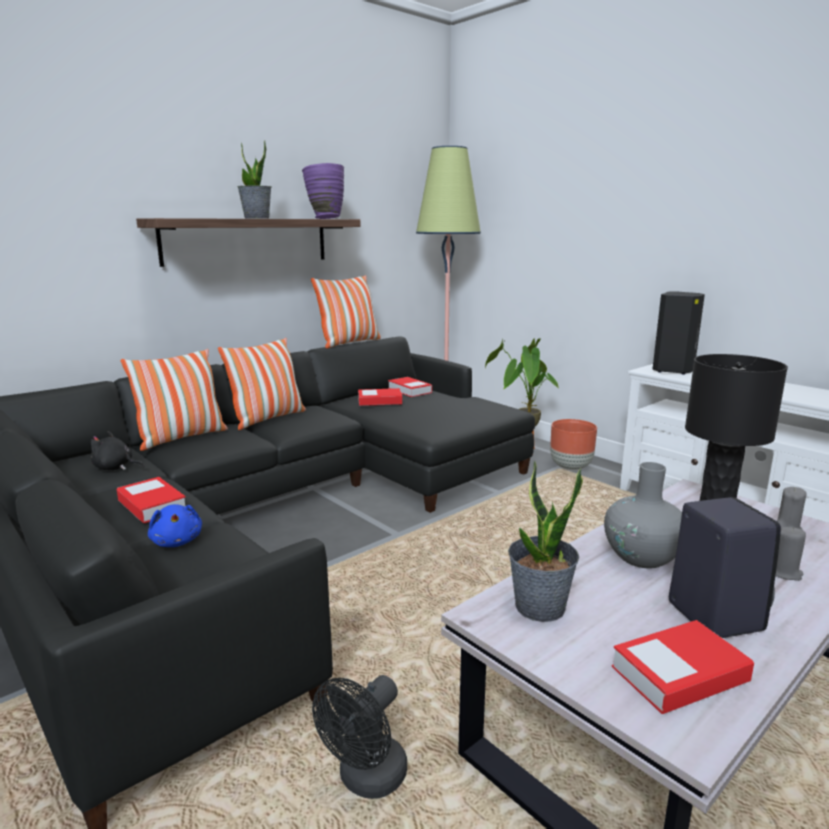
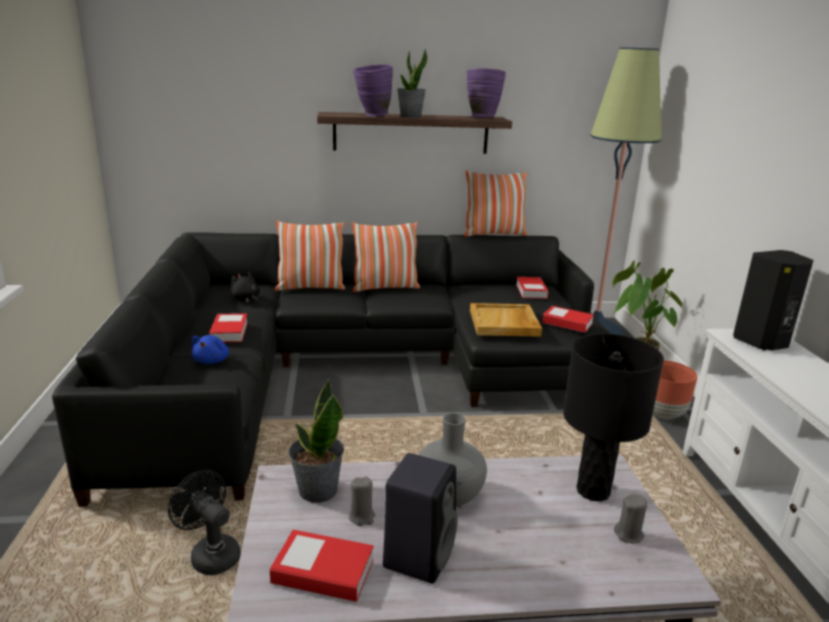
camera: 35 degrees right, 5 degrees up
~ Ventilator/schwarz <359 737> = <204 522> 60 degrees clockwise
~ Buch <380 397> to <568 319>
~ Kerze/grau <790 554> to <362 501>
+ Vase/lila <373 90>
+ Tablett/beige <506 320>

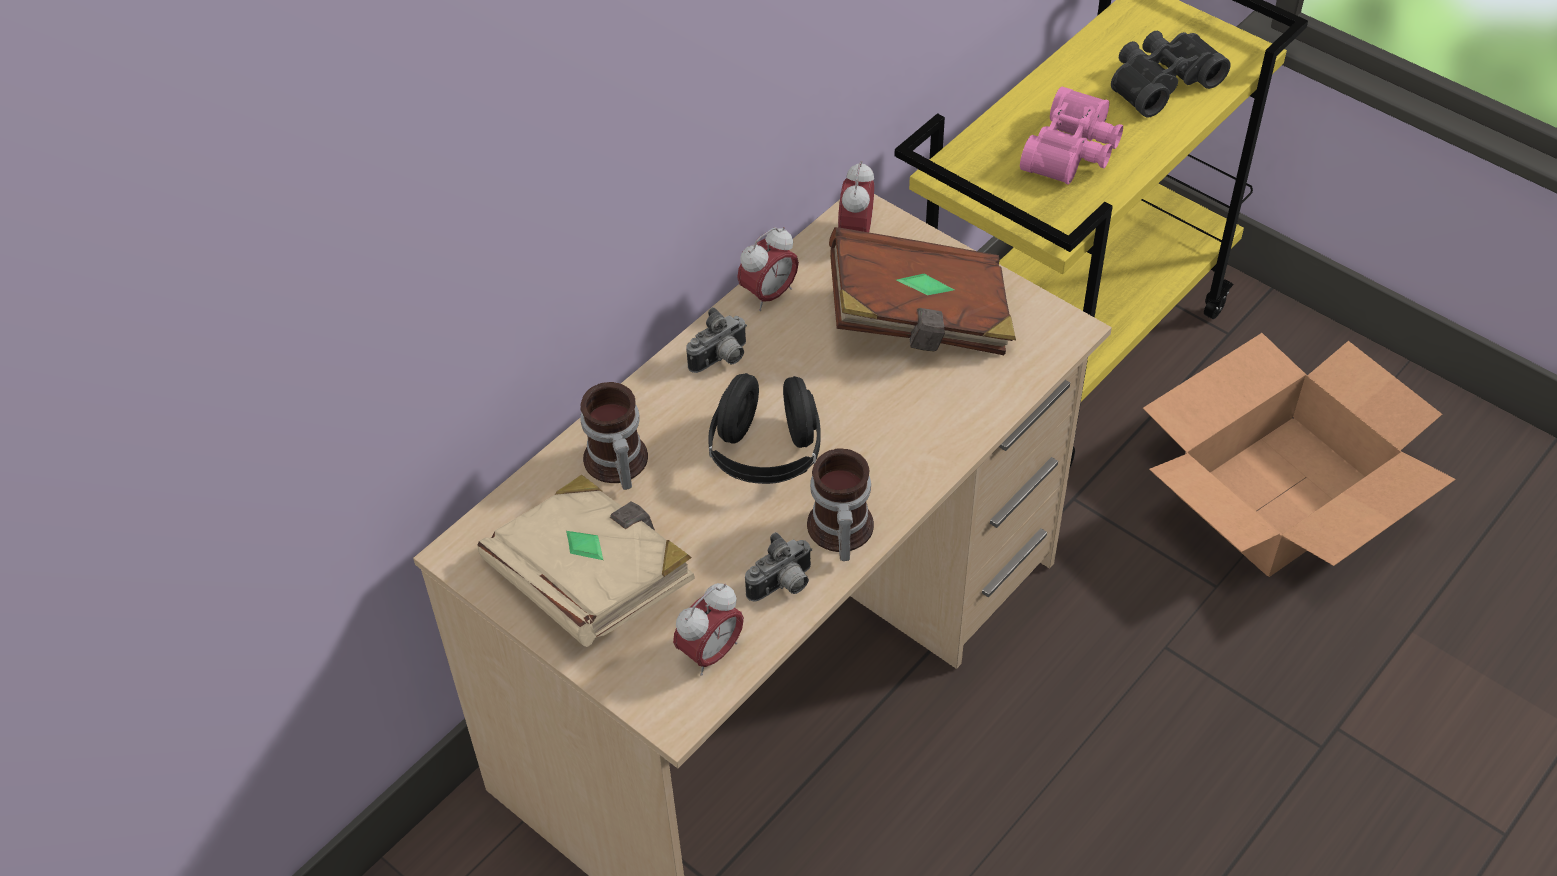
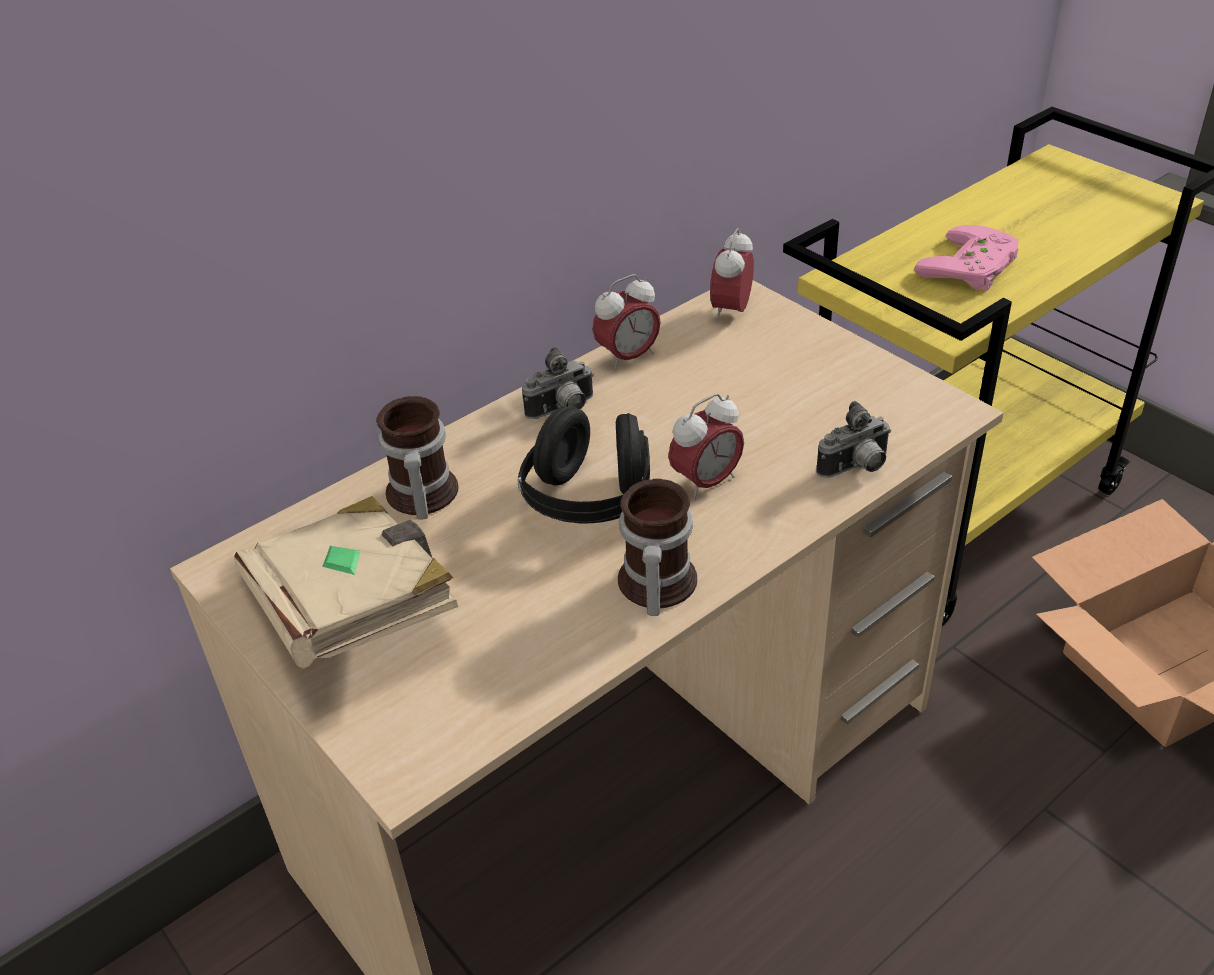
camera: 10 degrees right, 10 degrees down
~ Wecker <708 629> to <706 446>
~ Kamera <778 567> to <853 439>
- Buch/braun <922 291>
~ Fernglas/rosa <1071 136> to Gamepad/rosa <966 258>
- Fernglas/schwarz <1171 74>

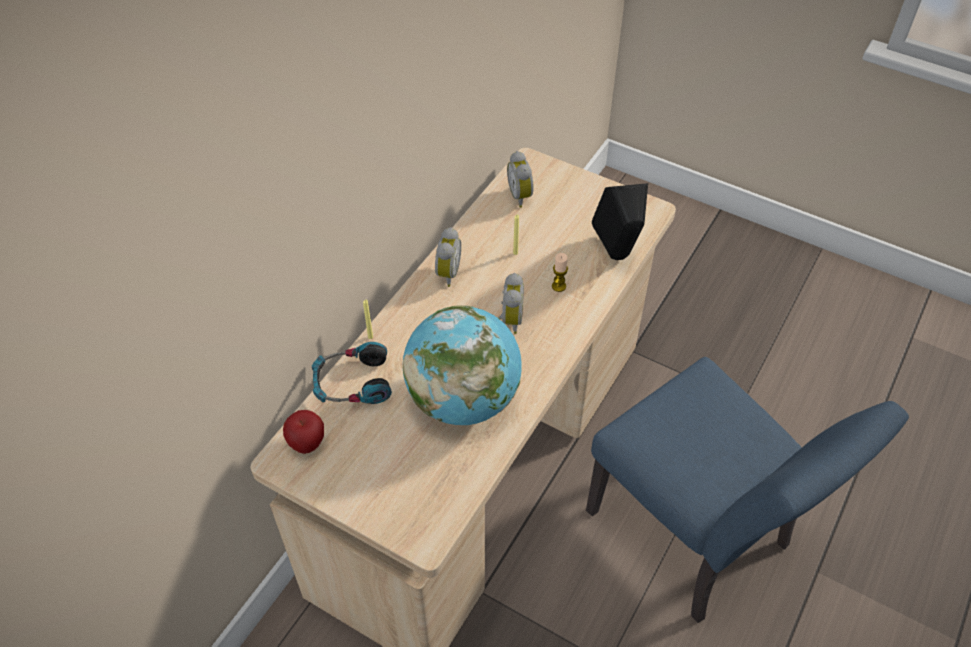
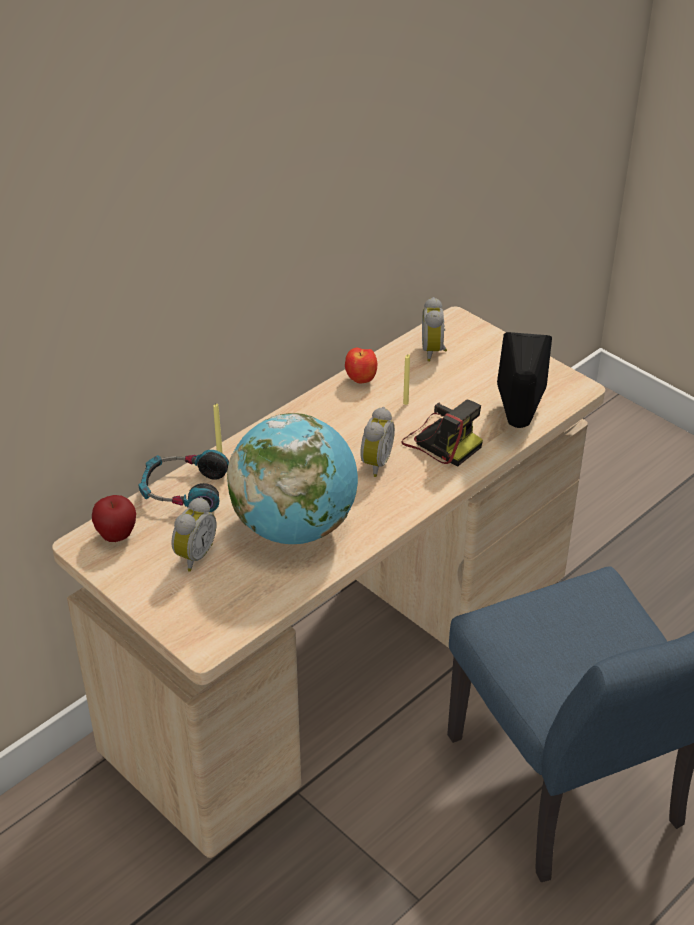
camera: 15 degrees right, 10 degrees down
~ Wecker <448 257> to <193 534>
~ Kerze <560 272> to Kamera <442 433>
+ Apfel <361 365>

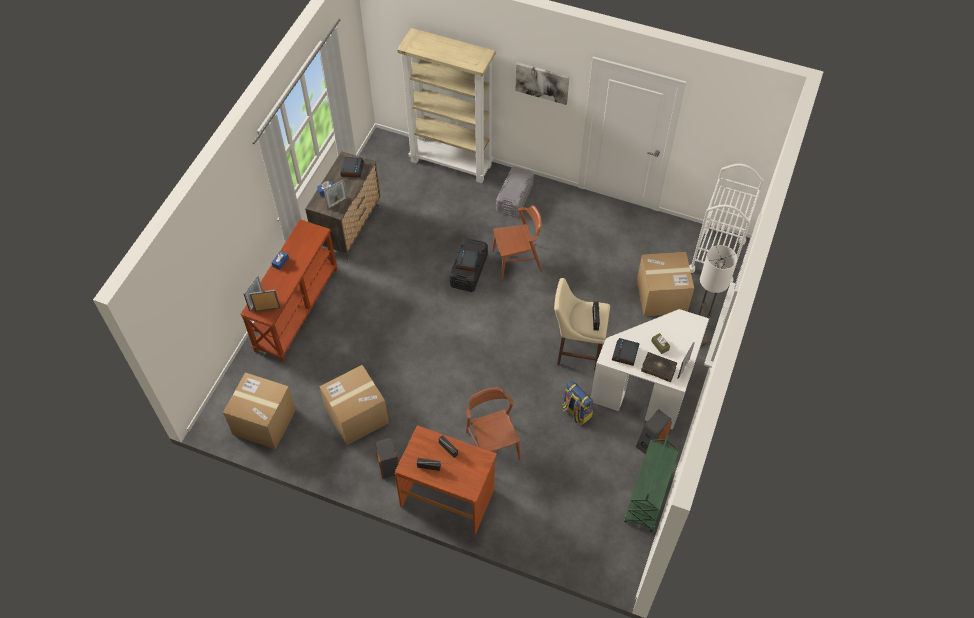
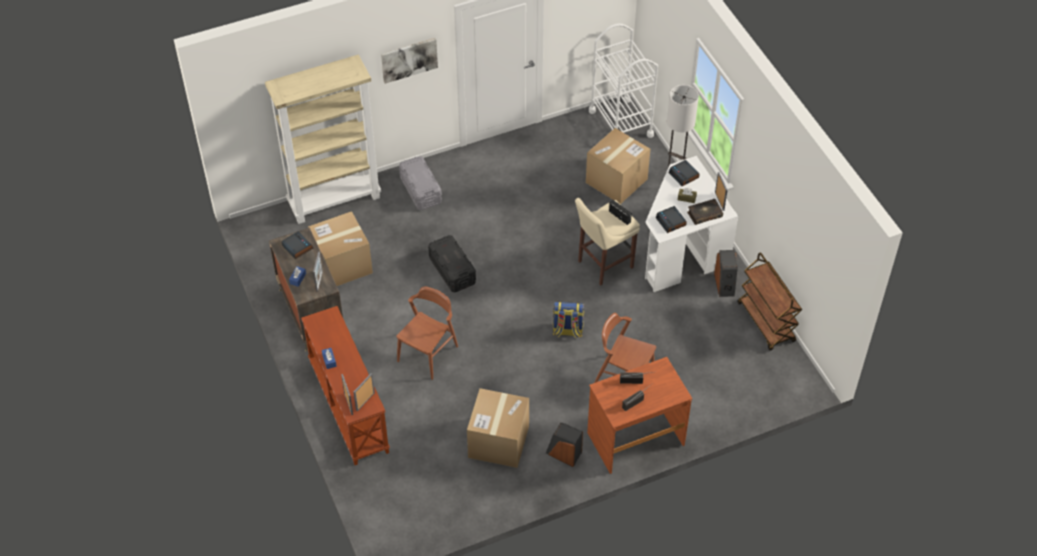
camera: 45 degrees left, 5 degrees down
~ Karton <259 410> to <340 248>
~ Wecker <467 260> to <684 173>
~ Stuhl/braun <517 242> to <427 333>
~ Rucksack <577 403> to <568 320>
~ Rollwagen/grün <651 483> to Rollwagen/braun <769 301>

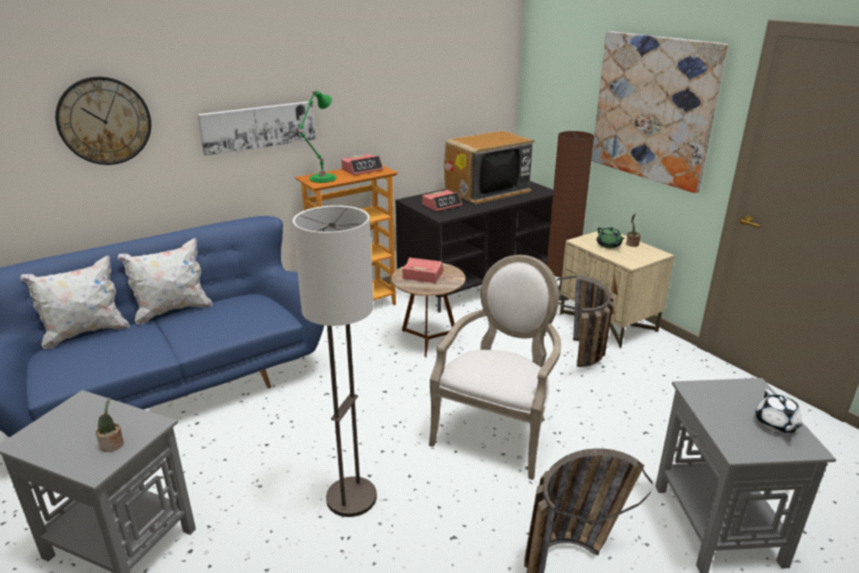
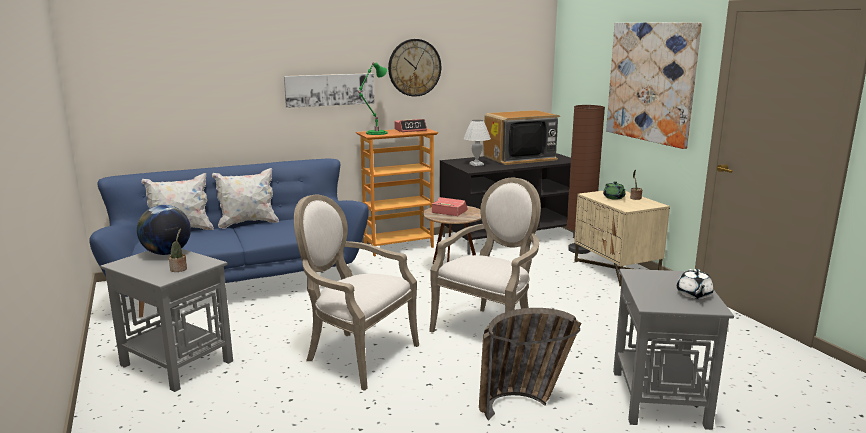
camera: 10 degrees right, 10 degrees down
~ Wanduhr <103 121> to <414 68>
~ Stehlampe <335 361> to Sessel <356 293>
~ Wecker <442 200> to Tischlampe/weiß <477 143>
- Korb <585 321>
+ Globus <164 230>

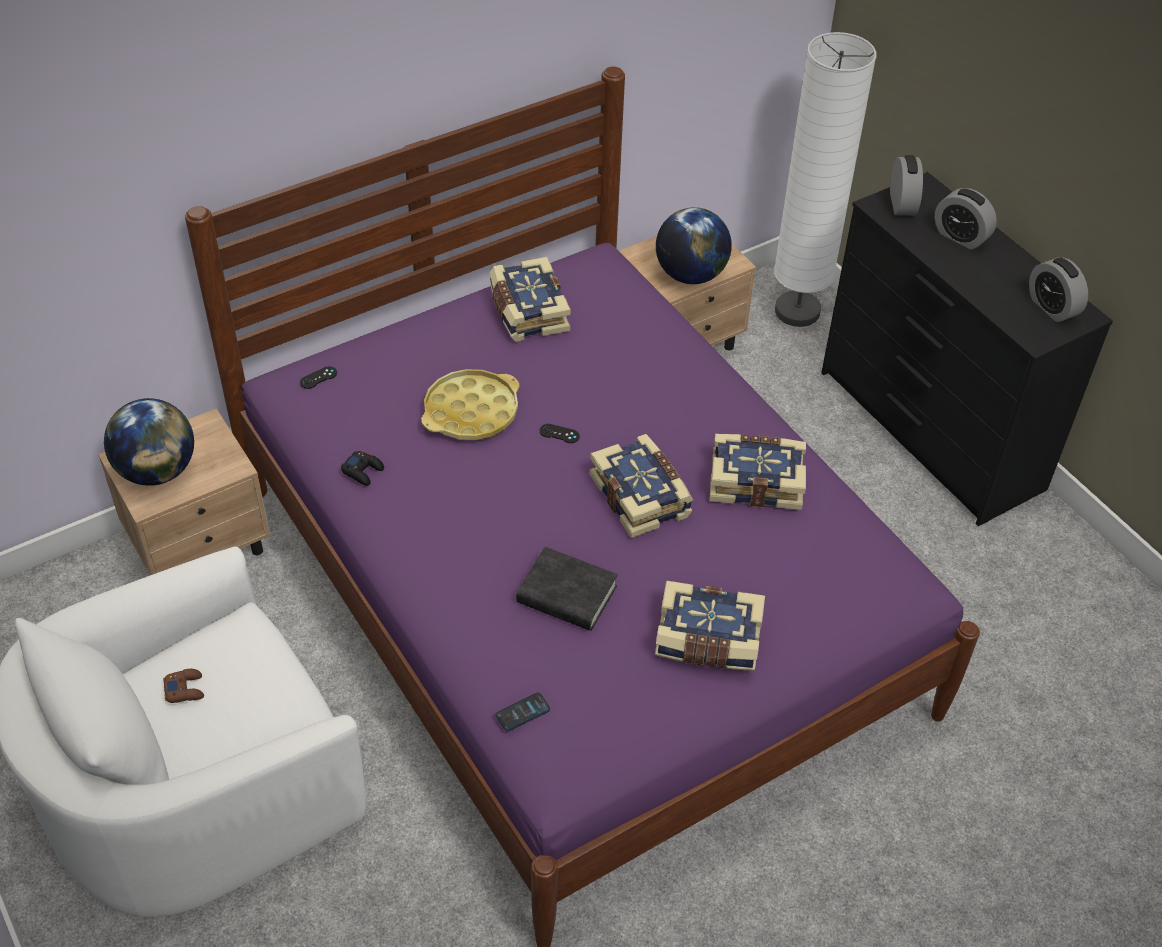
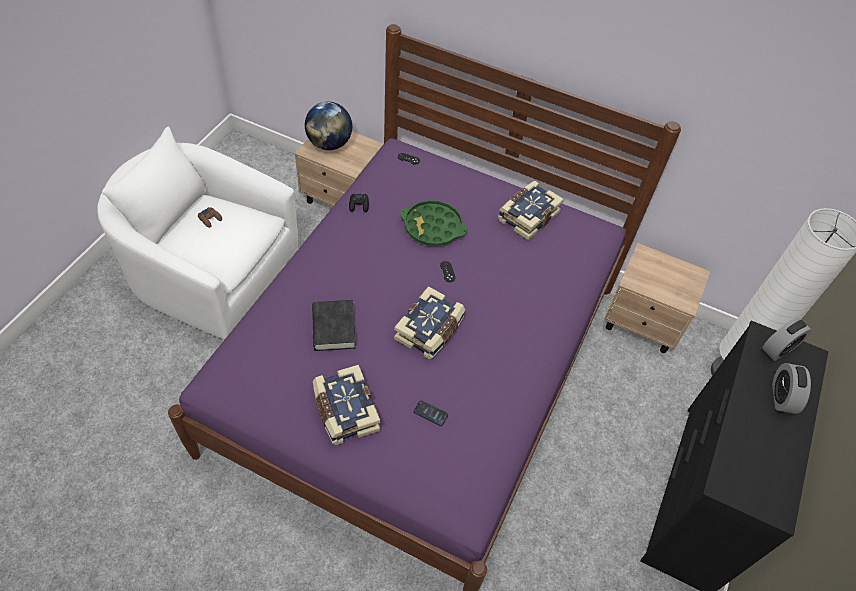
camera: 55 degrees right, 5 degrees up
~ Tablett/gelb <470 404> to Tablett/grün <433 223>
~ Handy <522 712> to <431 413>
- Globus <694 245>
- Buch <757 472>
- Wecker <1058 289>

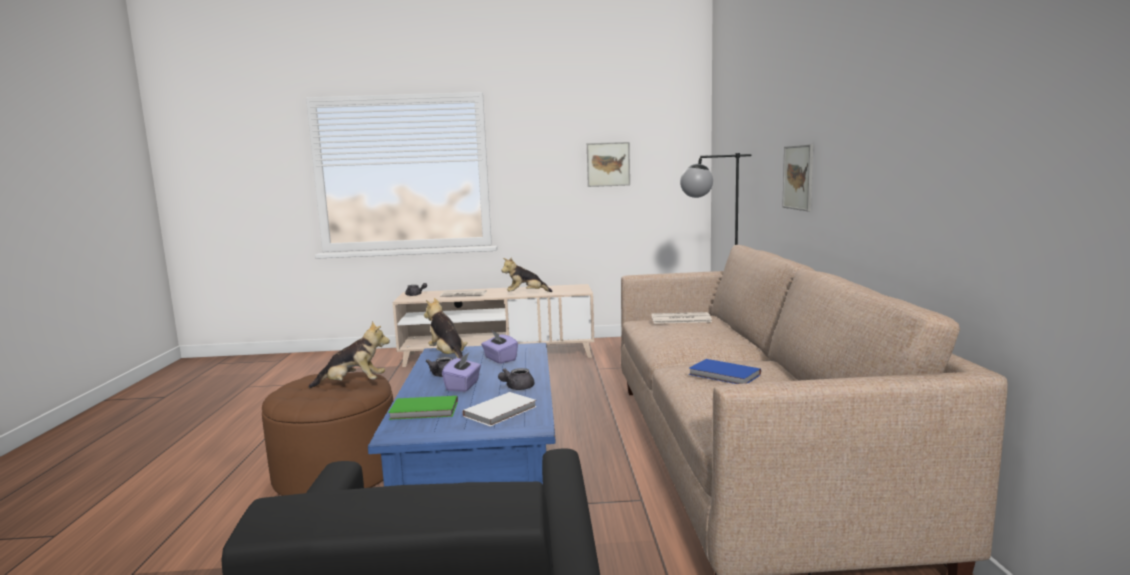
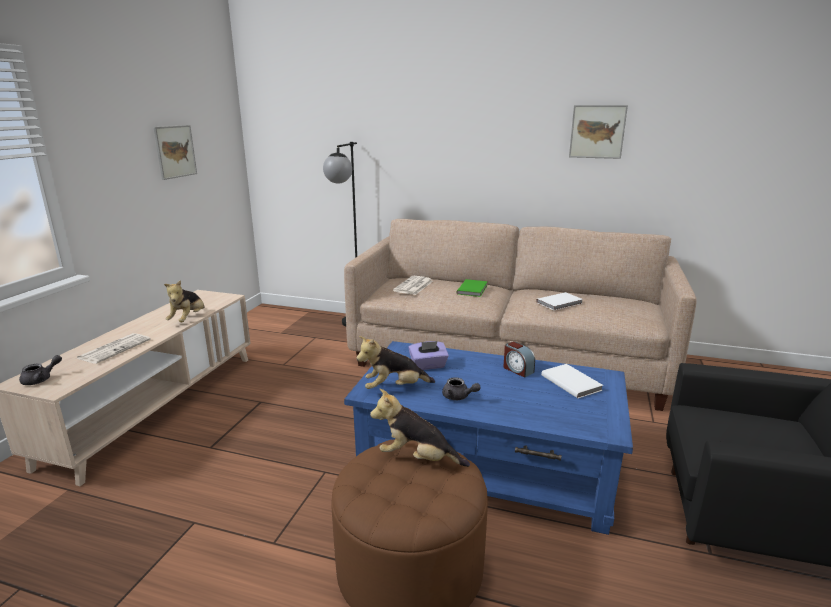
camera: 70 degrees left, 10 degrees up
~ Plüschtier <349 354> = <420 428> 90 degrees counterclockwise
~ Buch/grün <423 408> to <472 288>
- Taschentuchbox/lila <461 372>
~ Teekanne/grau <516 379> to Wecker <519 360>
~ Buch/blau <725 371> to Buch/weiß <559 301>
~ Bild <797 177> to <598 132>

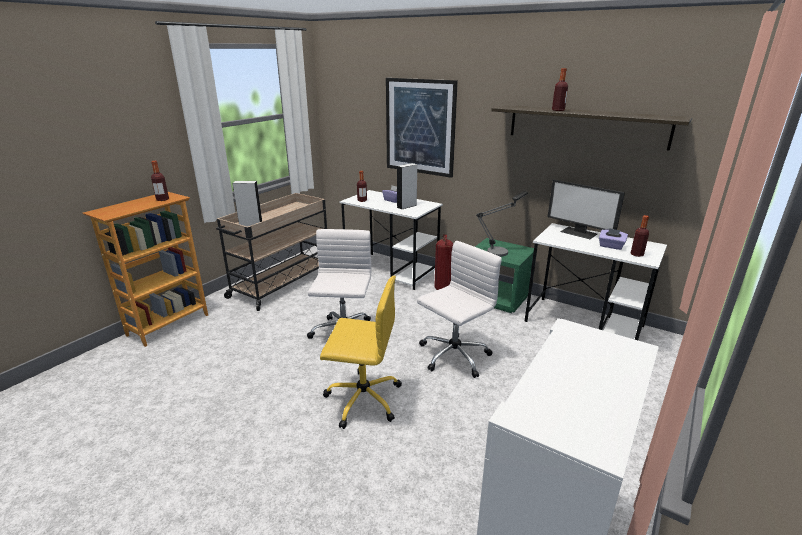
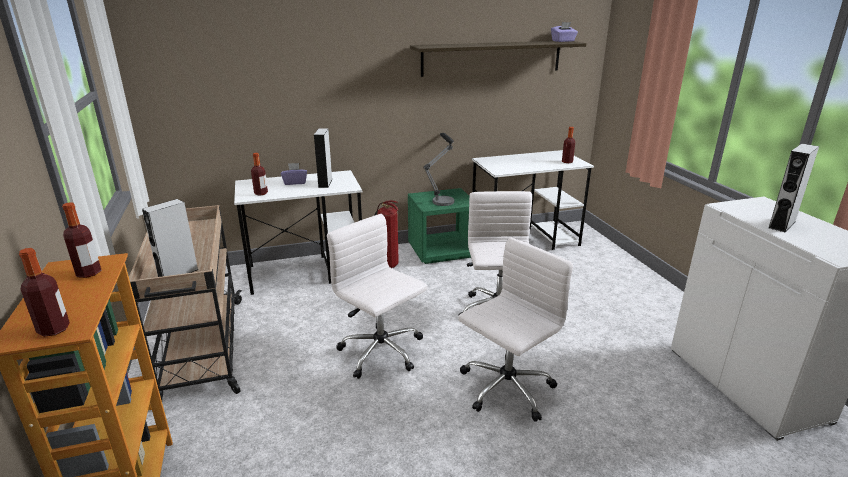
camera: 50 degrees left, 0 degrees up
~ Bürostuhl/gelb <361 352> to Bürostuhl/weiß <515 329>
- Bild <422 128>
- Monitor <586 209>
~ Flasche <560 89> to <44 292>
~ Taschentuchbox/lila <613 239> to <564 32>
+ Lautsprecher/grau <793 188>

